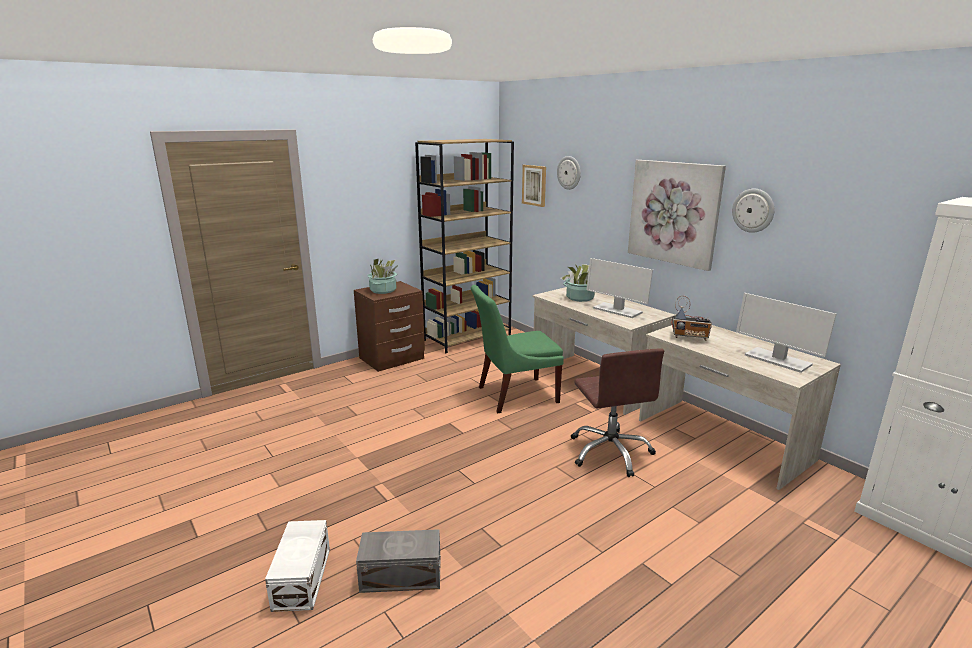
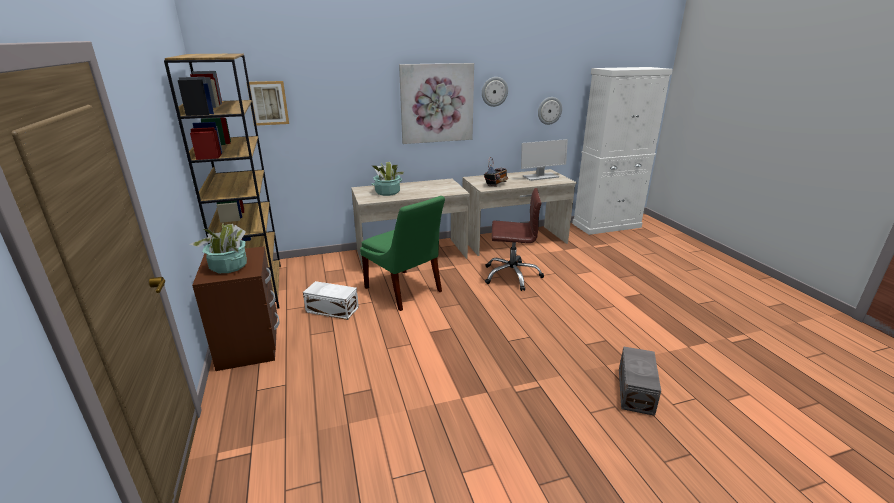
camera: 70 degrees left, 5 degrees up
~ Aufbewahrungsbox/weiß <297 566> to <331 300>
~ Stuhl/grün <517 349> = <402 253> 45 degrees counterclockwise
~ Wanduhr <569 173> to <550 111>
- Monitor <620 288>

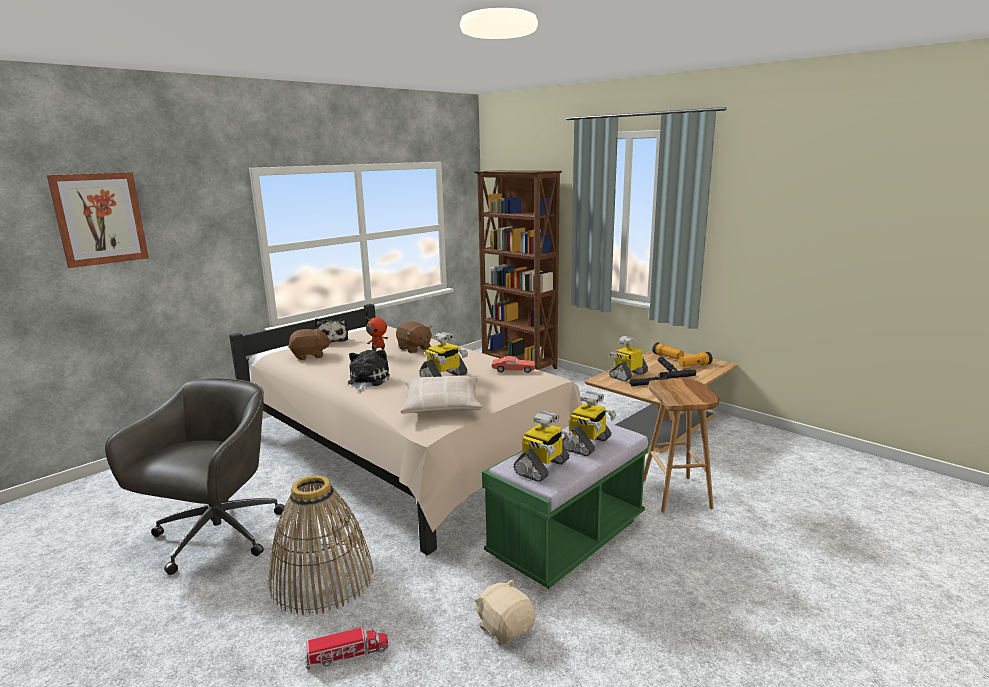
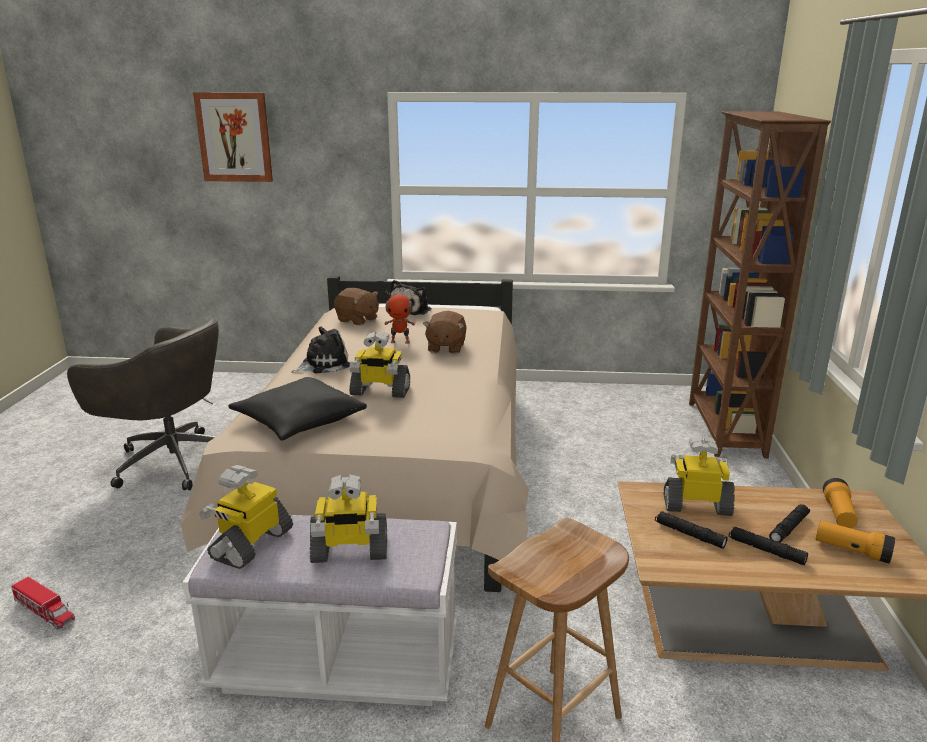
camera: 50 degrees right, 5 degrees up
~ Bürostuhl/grau <195 476> = <143 404> 45 degrees clockwise
- Korb <321 545>
~ Kissen/beige <441 394> to Kissen/schwarz <297 409>
- Plüschtier/beige <505 612>
~ Bank/grün <565 505> to Bank/weiß <319 610>
- Spielzeugauto/rot <513 364>
~ Spielzeugroboter <543 446> = <246 517> 120 degrees clockwise

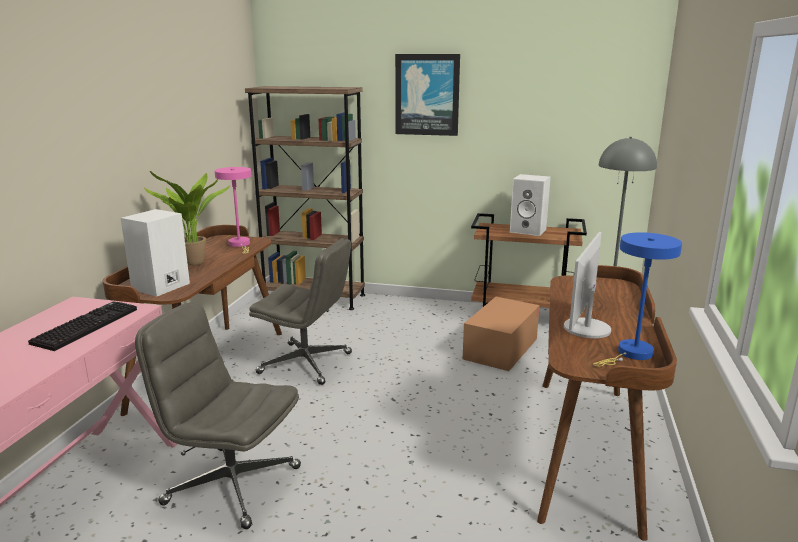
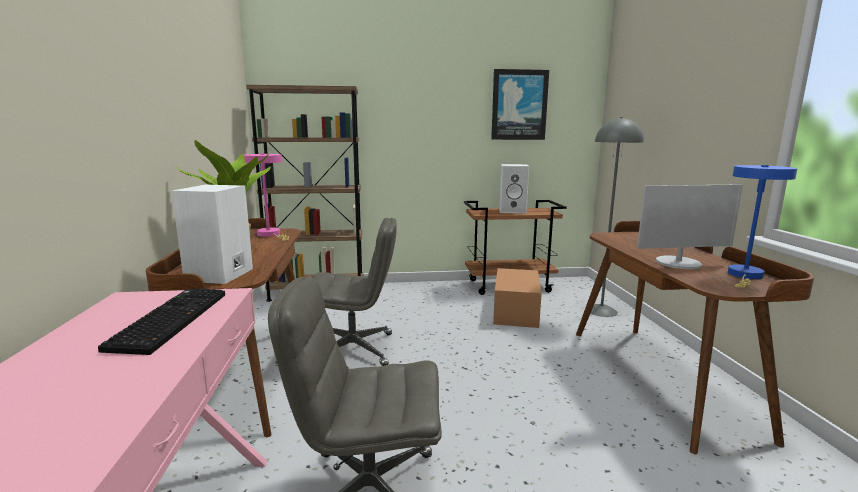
camera: 20 degrees left, 5 degrees down
~ Bild <427 95> to <520 104>
~ Monitor <587 285> = <690 227> 105 degrees counterclockwise

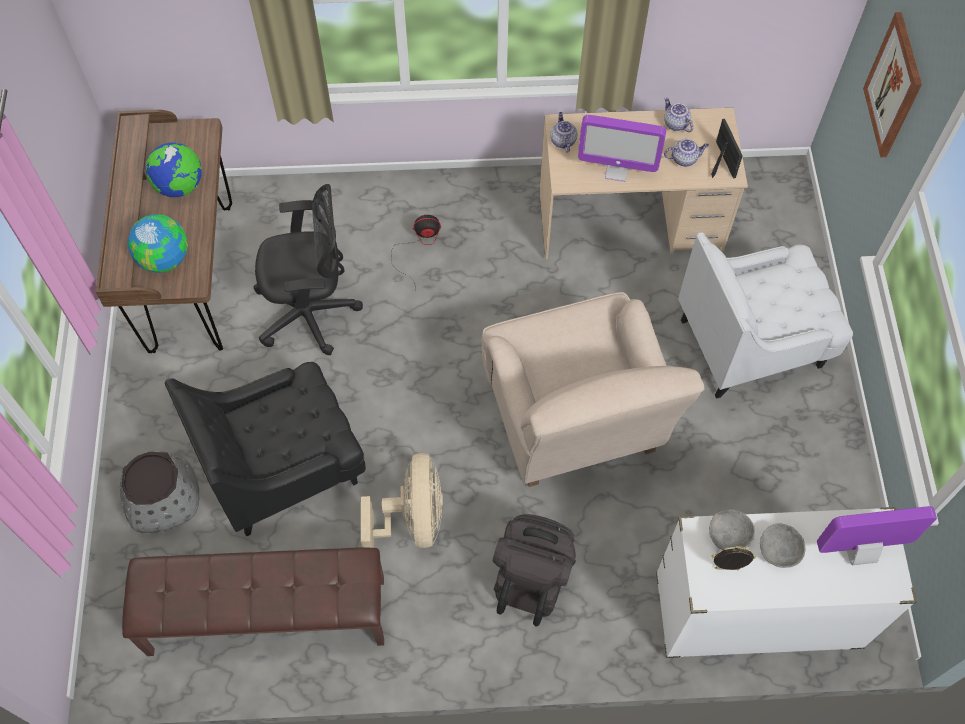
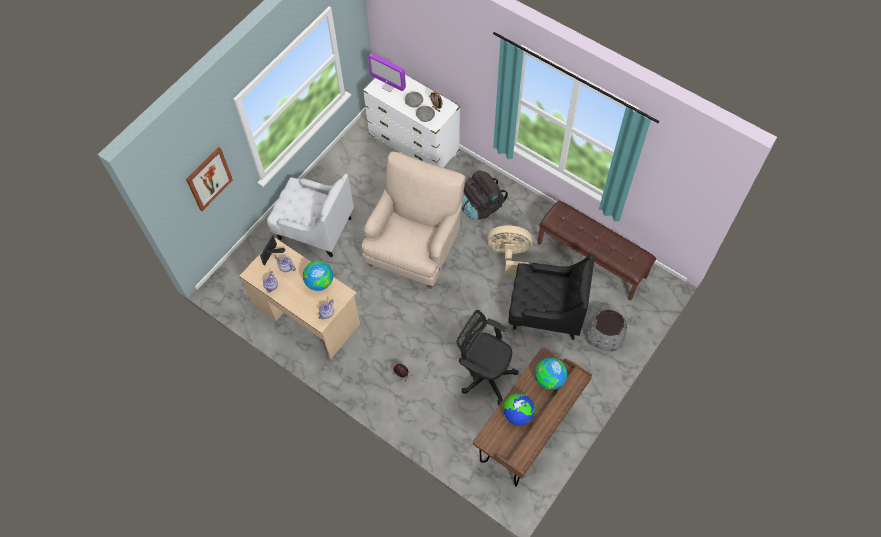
camera: 140 degrees left, 0 degrees up
~ Ventilator/beige <402 500> = <510 250> 60 degrees clockwise
~ Monitor <622 148> to Globus <318 276>

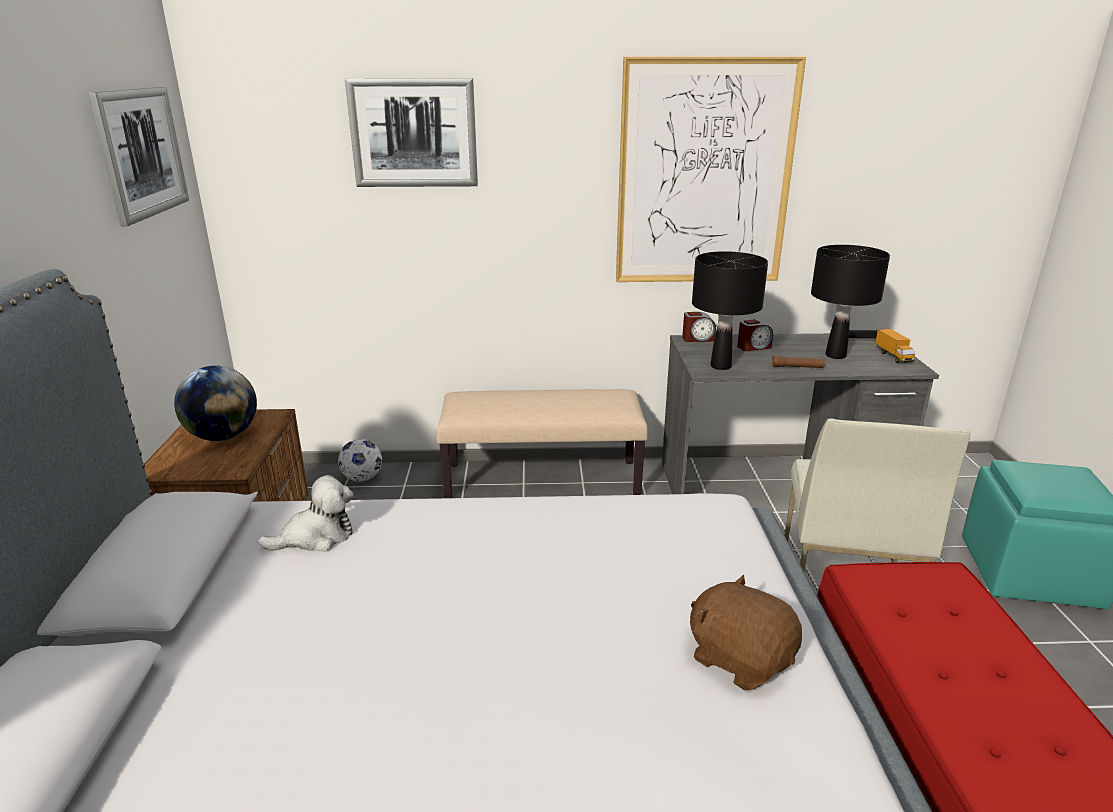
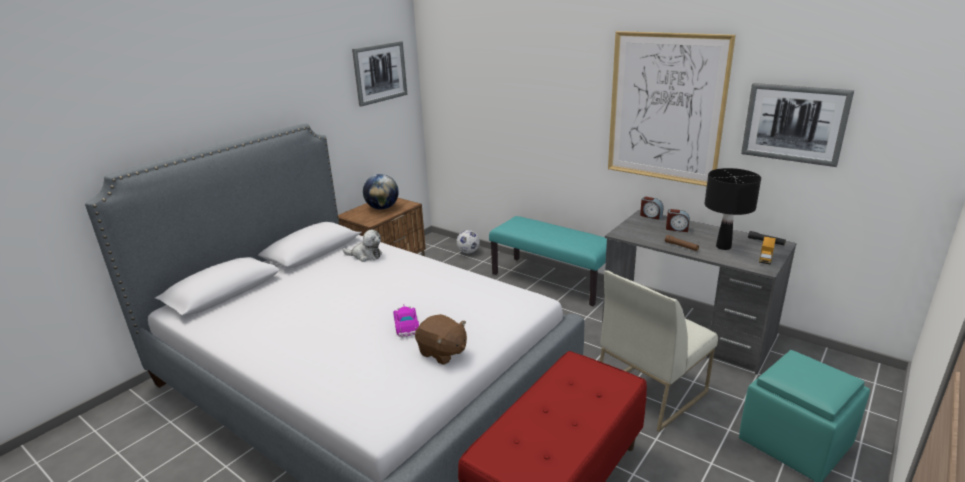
camera: 40 degrees right, 0 degrees up
~ Bild <411 132> to <797 125>
~ Bank/beige <542 443> to Bank/türkis <548 261>
~ Plüschtier/braun <746 632> = <441 339> 135 degrees clockwise
- Tischlampe/schwarz <730 310>
+ Spielzeugauto <406 321>

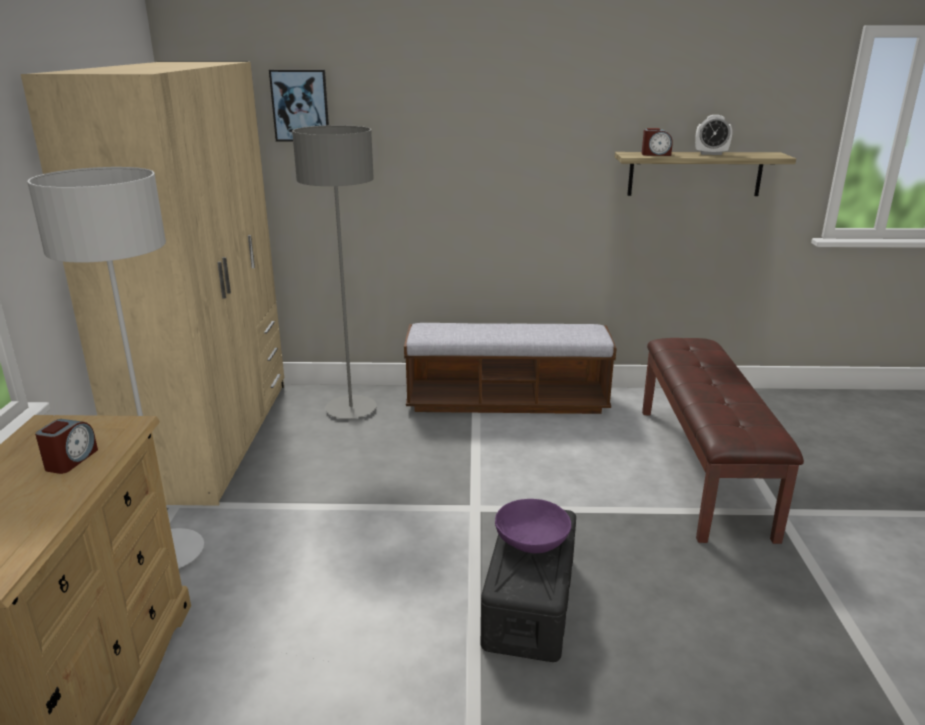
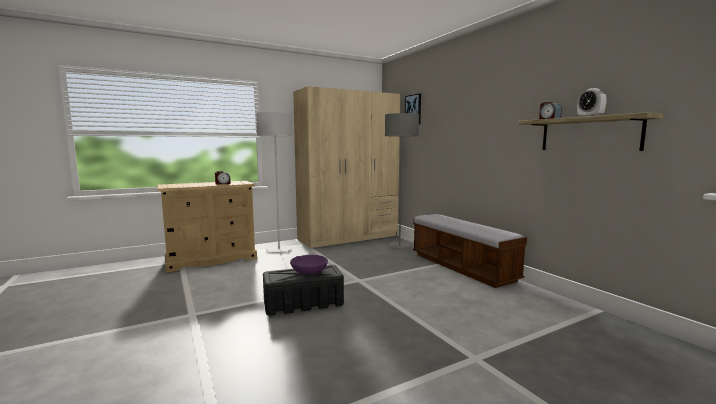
camera: 60 degrees right, 15 degrees down
- Bank/braun <723 441>

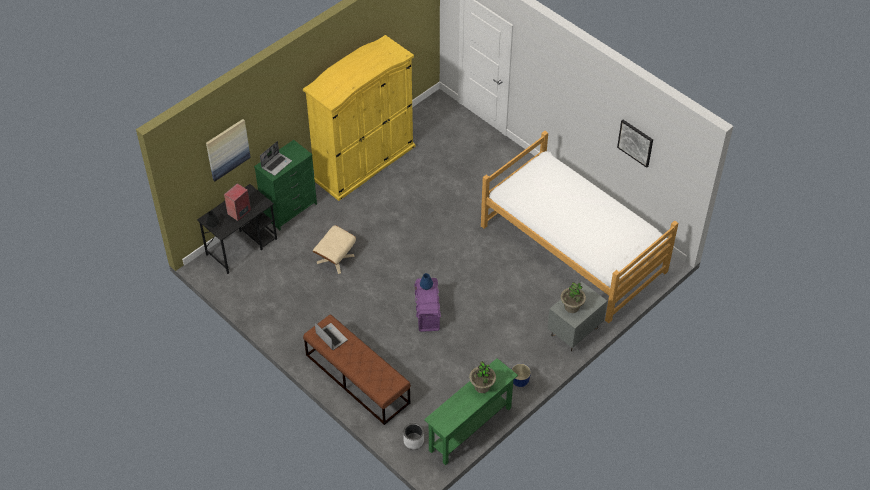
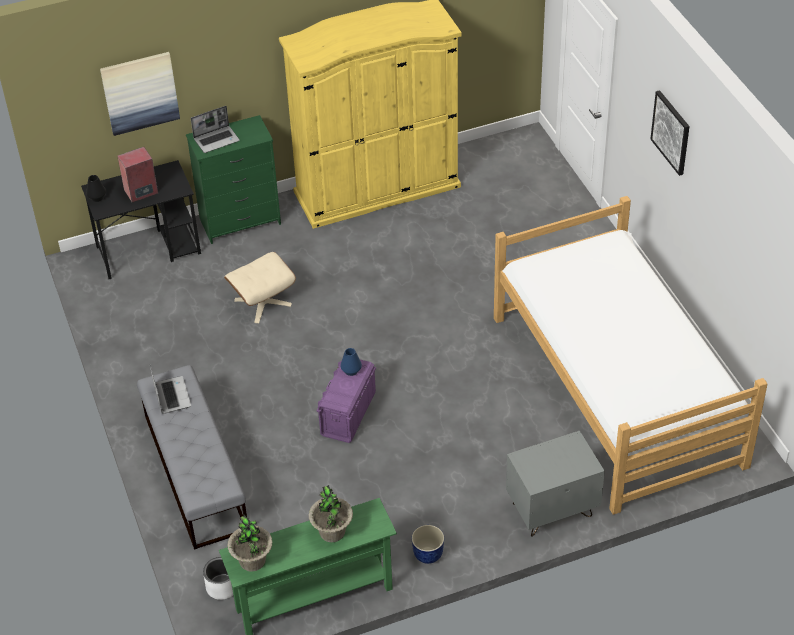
camera: 25 degrees right, 5 degrees down
~ Bank/braun <357 369> to Bank/grau <192 457>
~ Topfpflanze <573 297> to <250 543>
~ Bild <635 144> to <670 133>

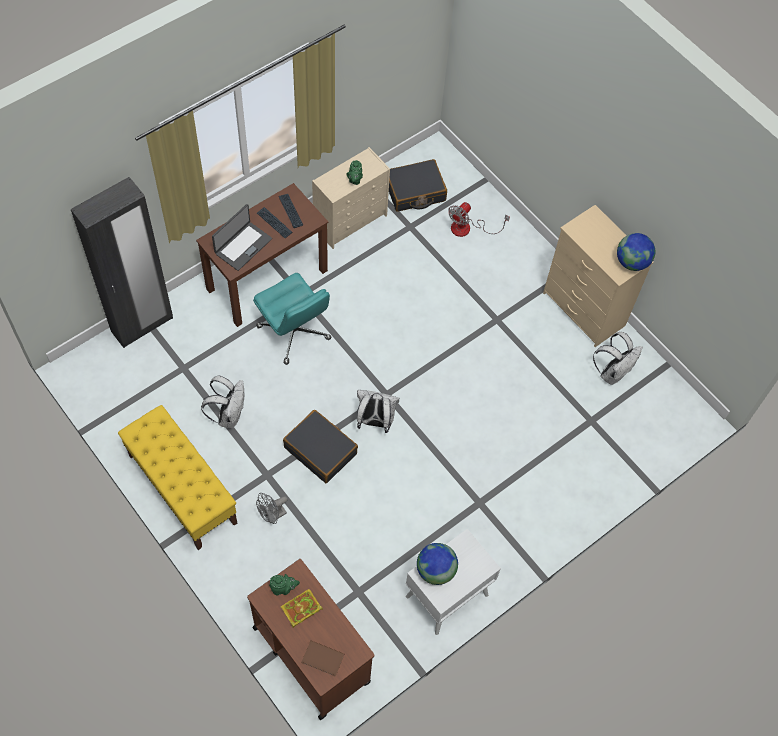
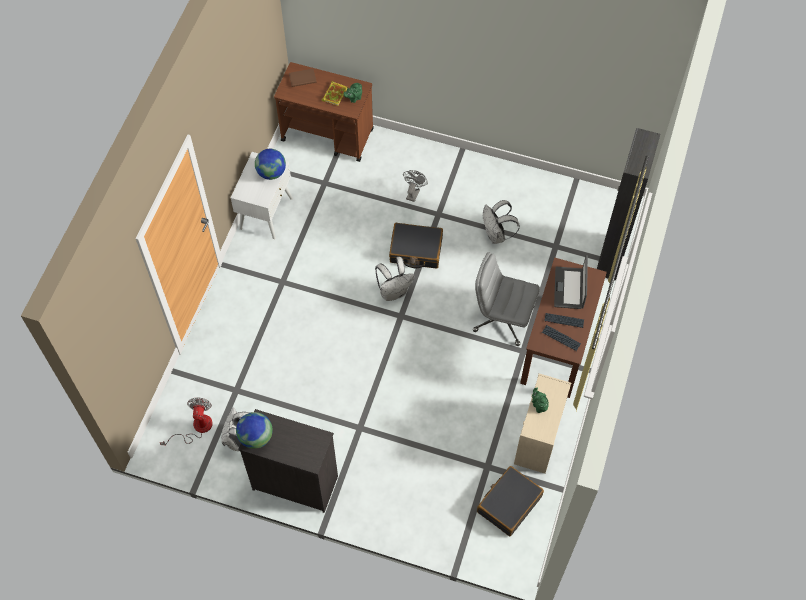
camera: 150 degrees right, 0 degrees up
- Bank/gelb <178 477>
~ Bürostuhl/türkis <292 319> to Bürostuhl/grau <506 299>
~ Ventilator <479 219> to <186 421>
~ Kommode/beige <598 276> to Kommode/schwarz <288 461>

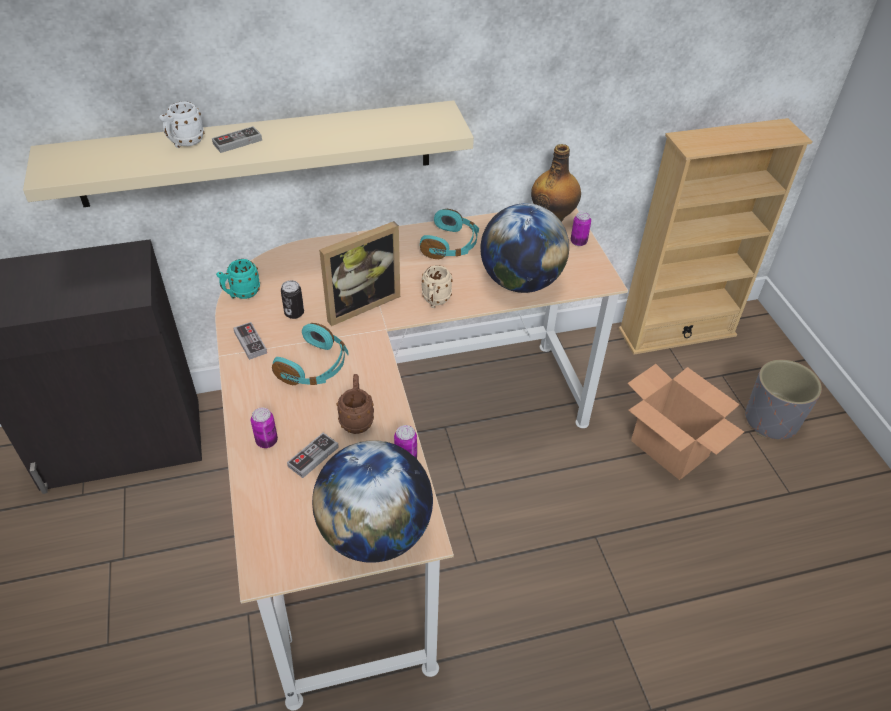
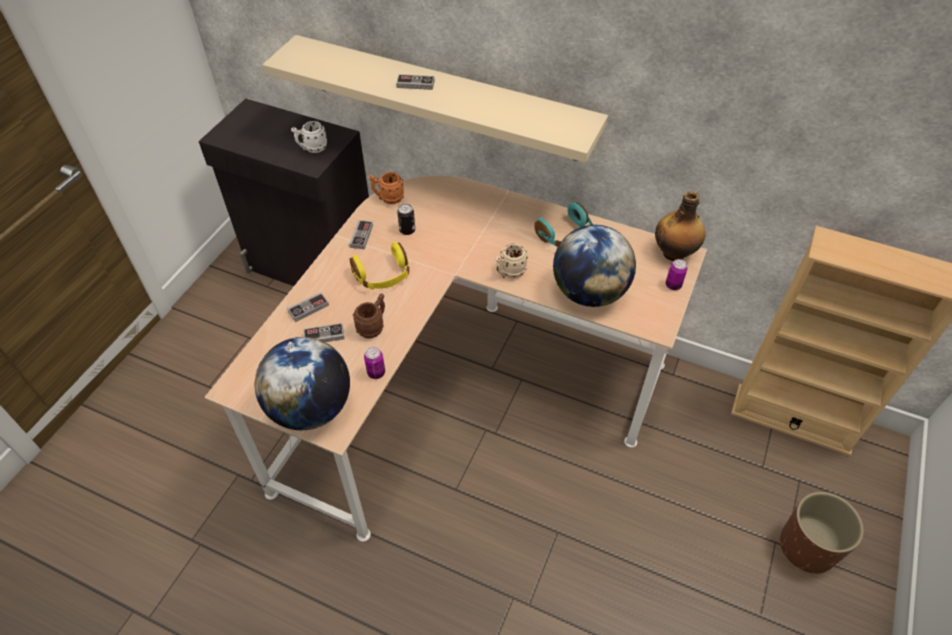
camera: 40 degrees right, 5 degrees up
~ Henkelbecher/weiß <181 124> to <309 137>
~ Henkelbecher/türkis <238 279> to Henkelbecher/orange <386 188>
~ Dose <264 428> to Gamepad <308 307>
~ Kopfhörer/türkis <310 354> to Kopfhörer/gelb <379 266>
- Bilderrahmen <359 273>
- Karton <685 422>
~ Pflanzkübel/grau <783 400> to Pflanzkübel/braun <822 533>

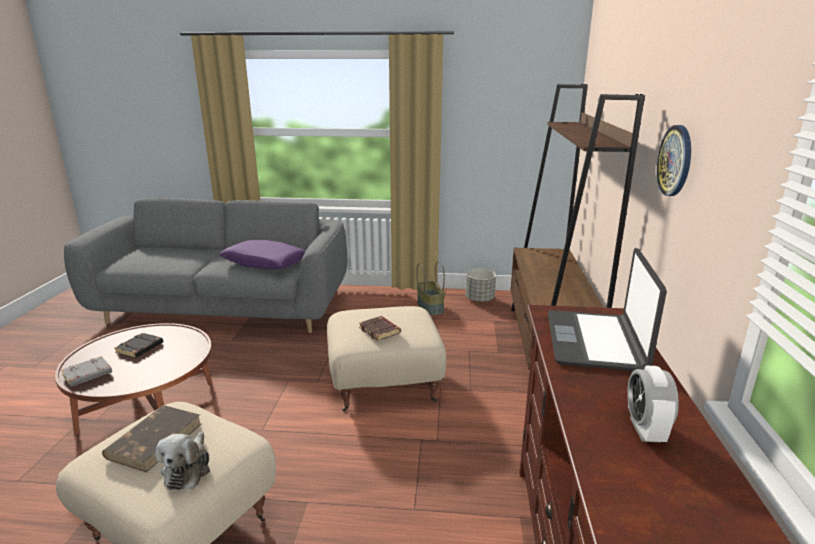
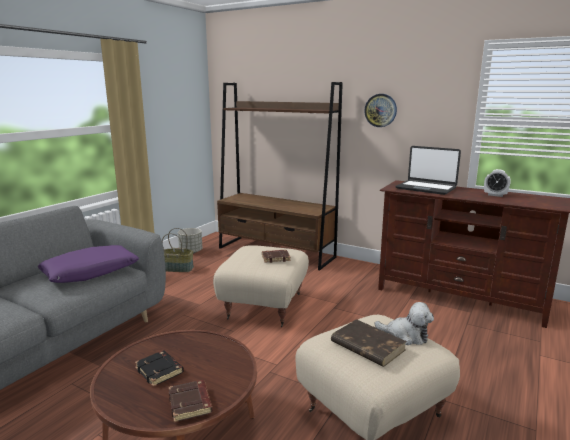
camera: 65 degrees left, 5 degrees down
~ Buch/grau <86 371> to Buch/braun <191 401>

